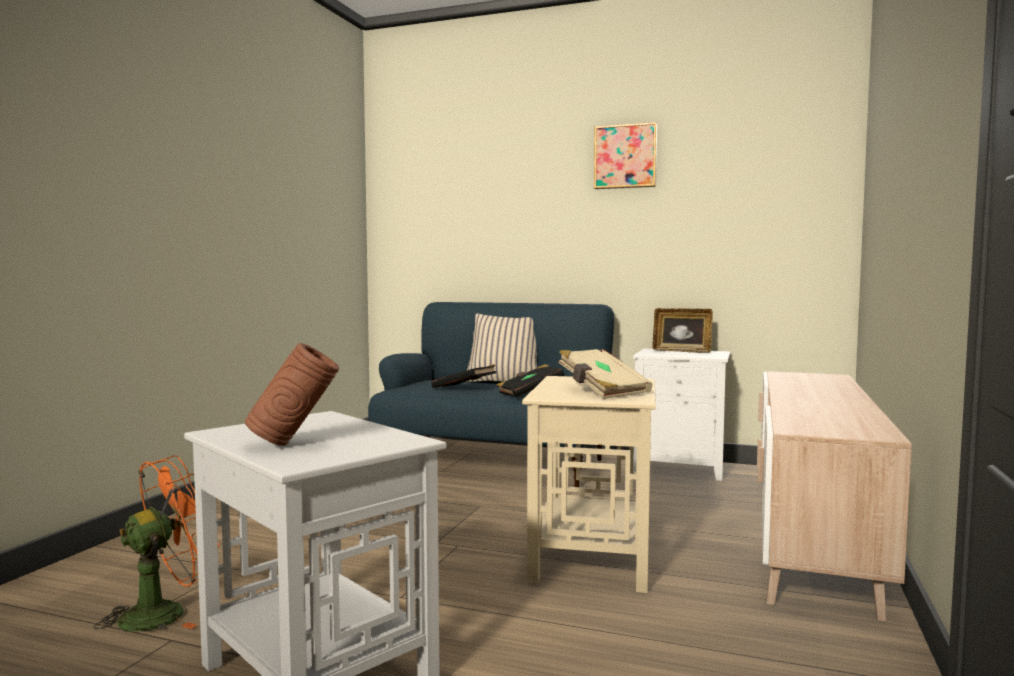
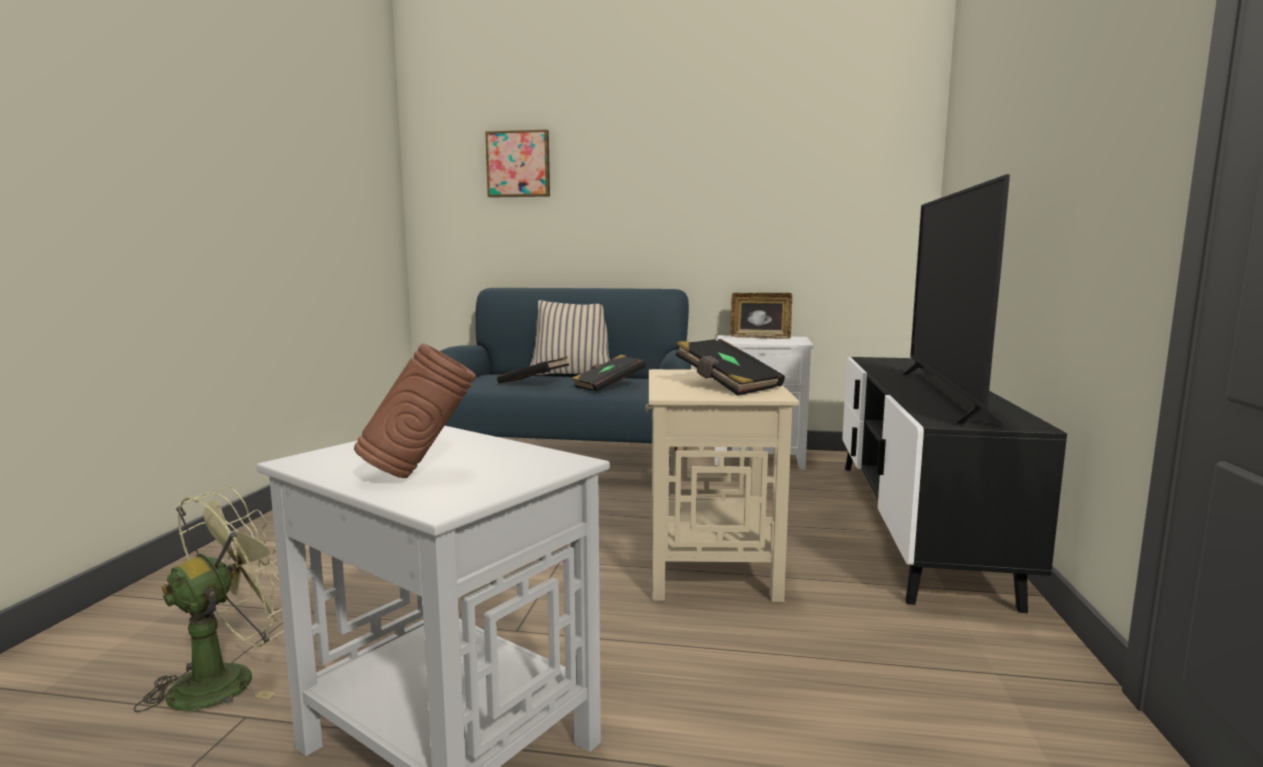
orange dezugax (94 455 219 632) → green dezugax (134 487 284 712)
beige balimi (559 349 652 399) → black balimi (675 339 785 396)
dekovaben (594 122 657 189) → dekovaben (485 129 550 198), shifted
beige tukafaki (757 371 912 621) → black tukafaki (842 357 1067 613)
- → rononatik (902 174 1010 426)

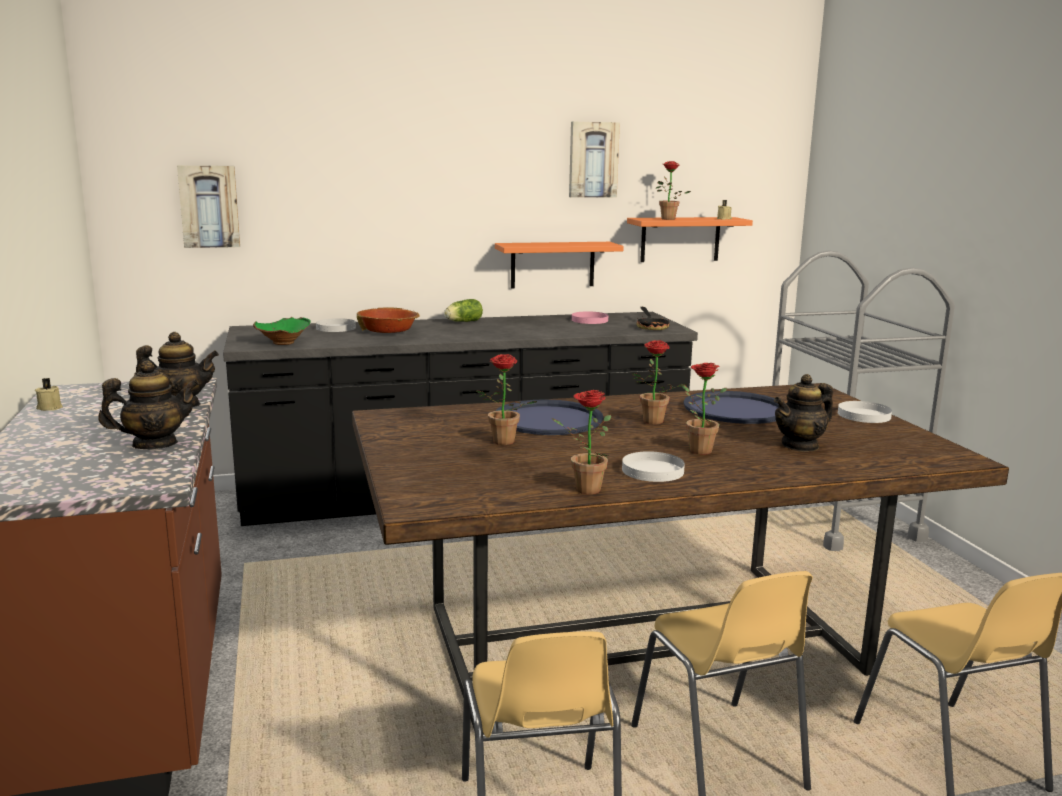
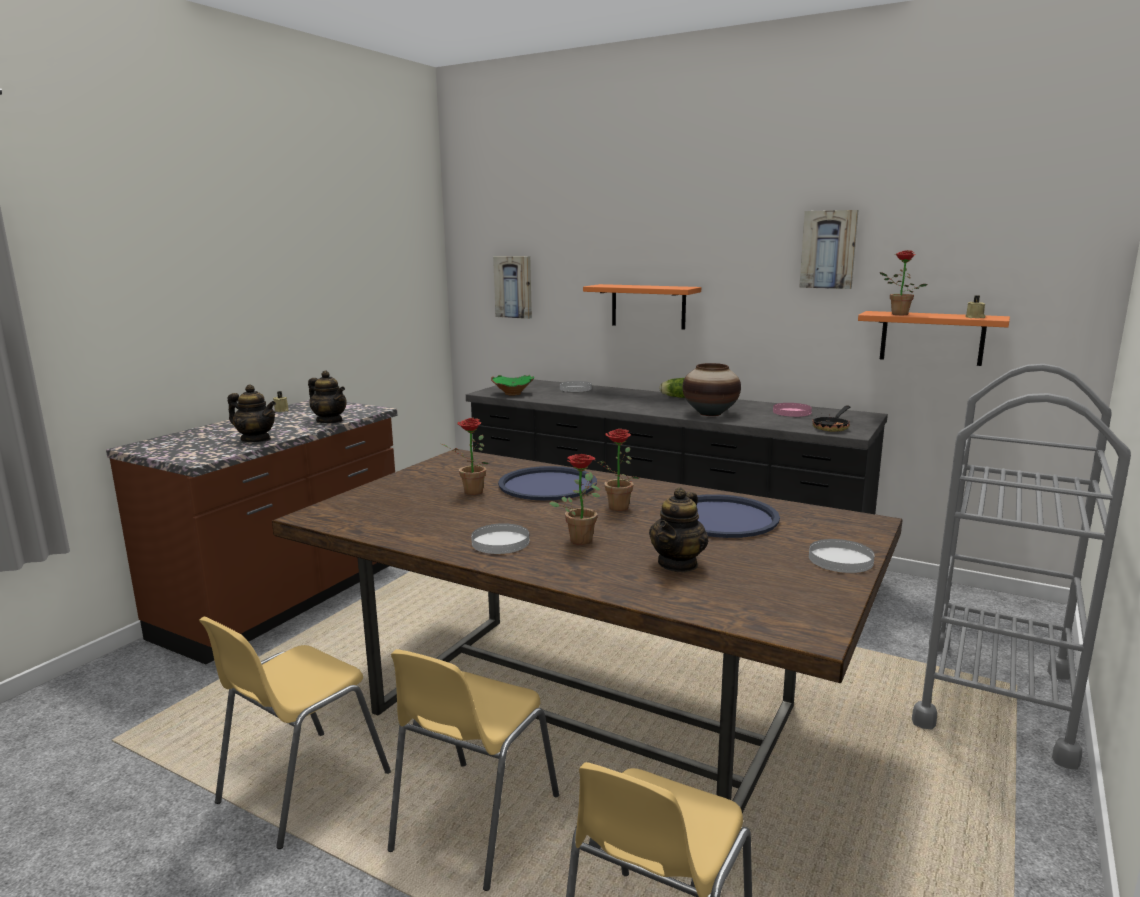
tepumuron (357 307 420 333) → -
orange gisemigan (495 242 624 288) → orange gisemigan (583 284 701 329), shifted
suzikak (552 390 611 494) → -
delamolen (774 374 833 452) → delamolen (649 487 708 573), 75 degrees counterclockwise
- → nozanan (683 363 741 416)

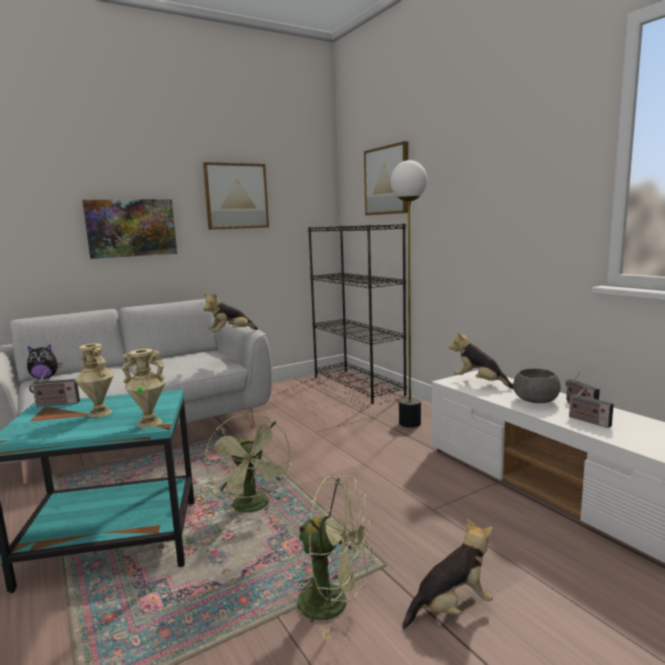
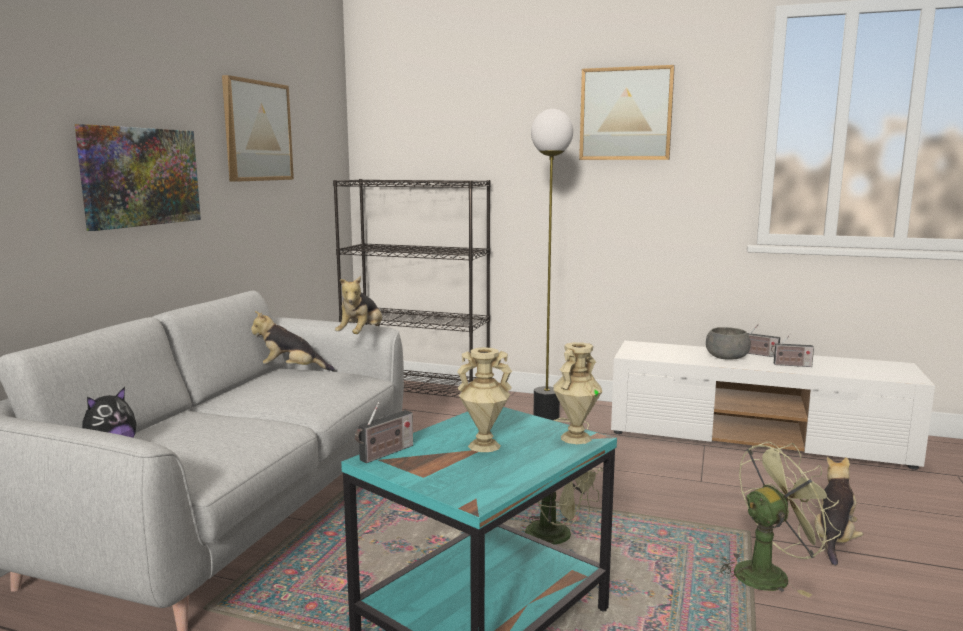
dekovaben (364 141 408 215) → dekovaben (579 65 675 160), shifted
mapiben (449 331 513 389) → mapiben (251 311 335 371), shifted

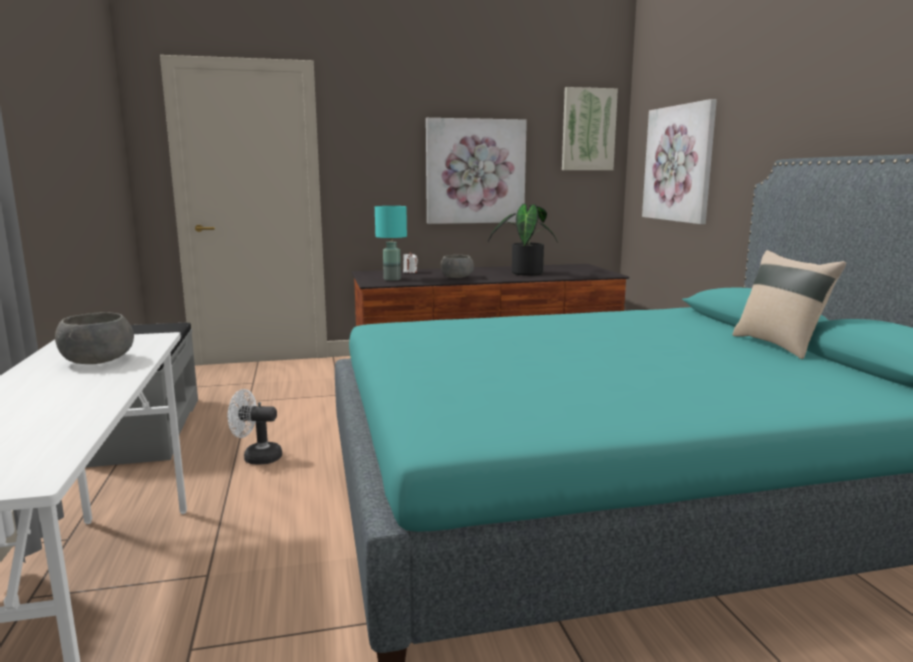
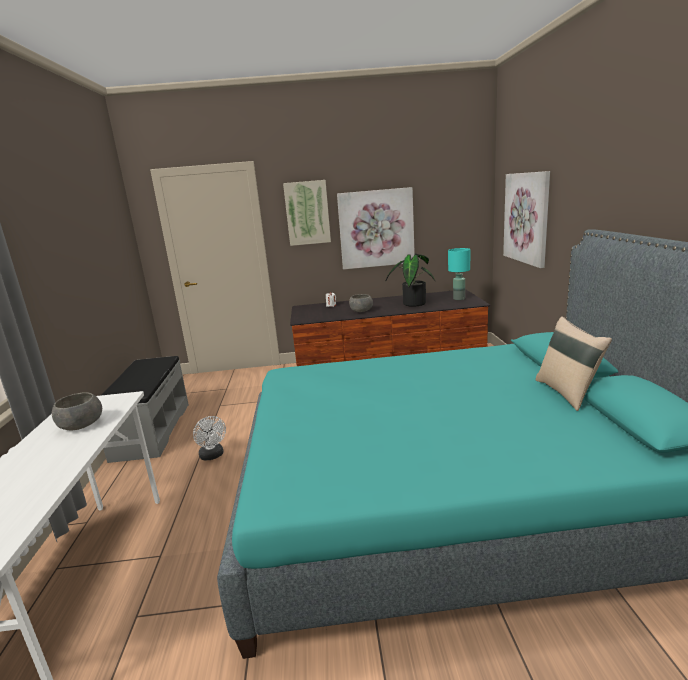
white dezugax (228 389 282 465) → white dezugax (193 416 226 460), 135 degrees counterclockwise
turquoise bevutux (375 206 407 281) → turquoise bevutux (448 248 470 300), shifted
dekovaben (562 87 618 170) → dekovaben (283 180 331 246), shifted

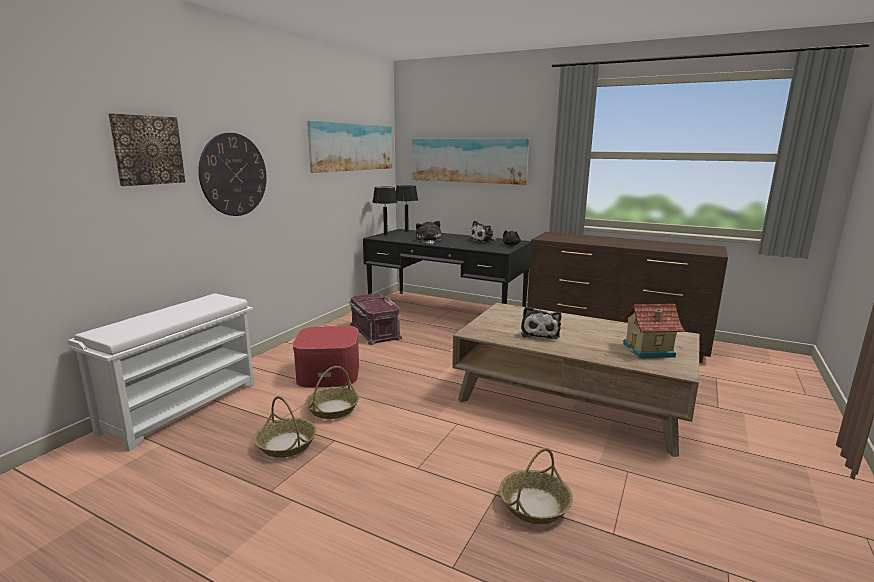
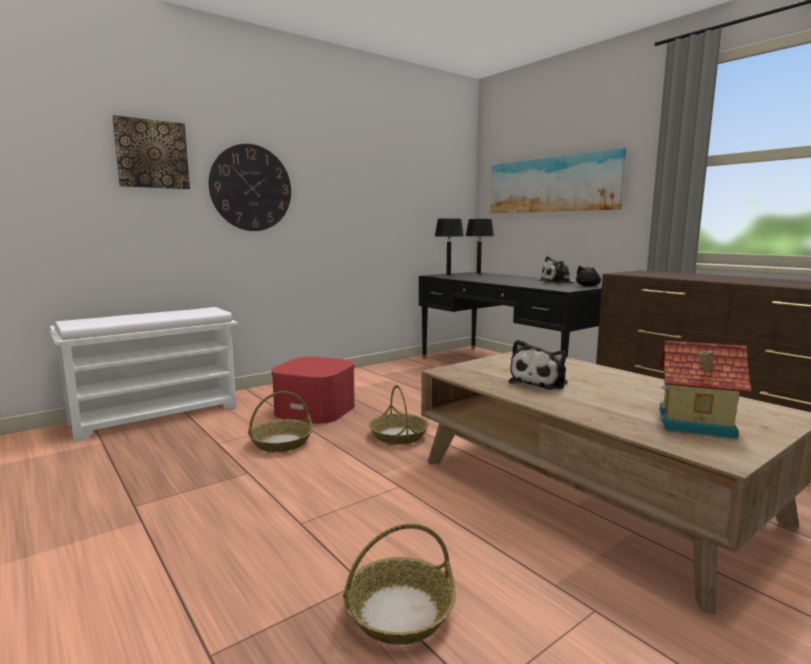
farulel (254 396 317 458) → farulel (369 385 429 444), shifted
dekovaben (307 121 392 173) → -
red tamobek (349 293 402 345) → -
mapiben (416 221 441 245) → -

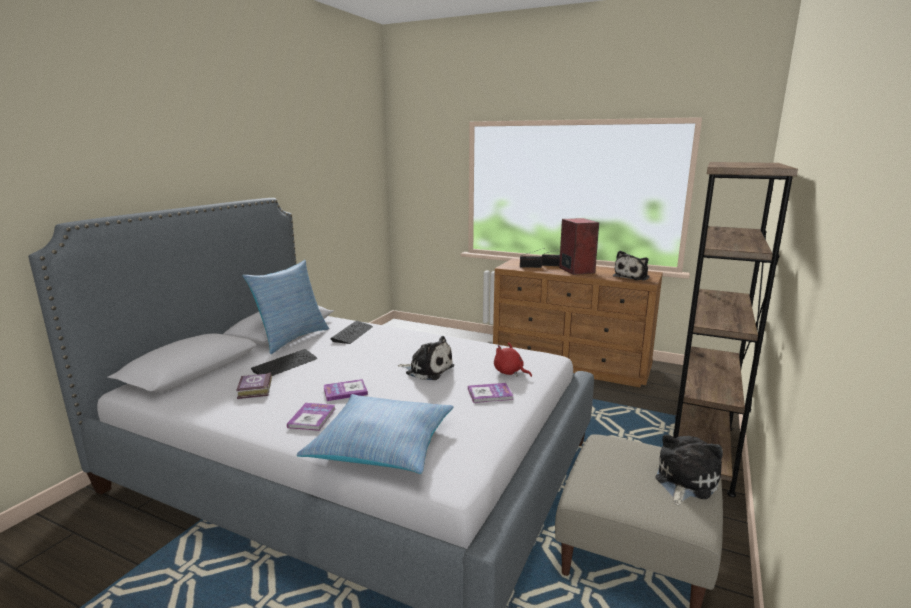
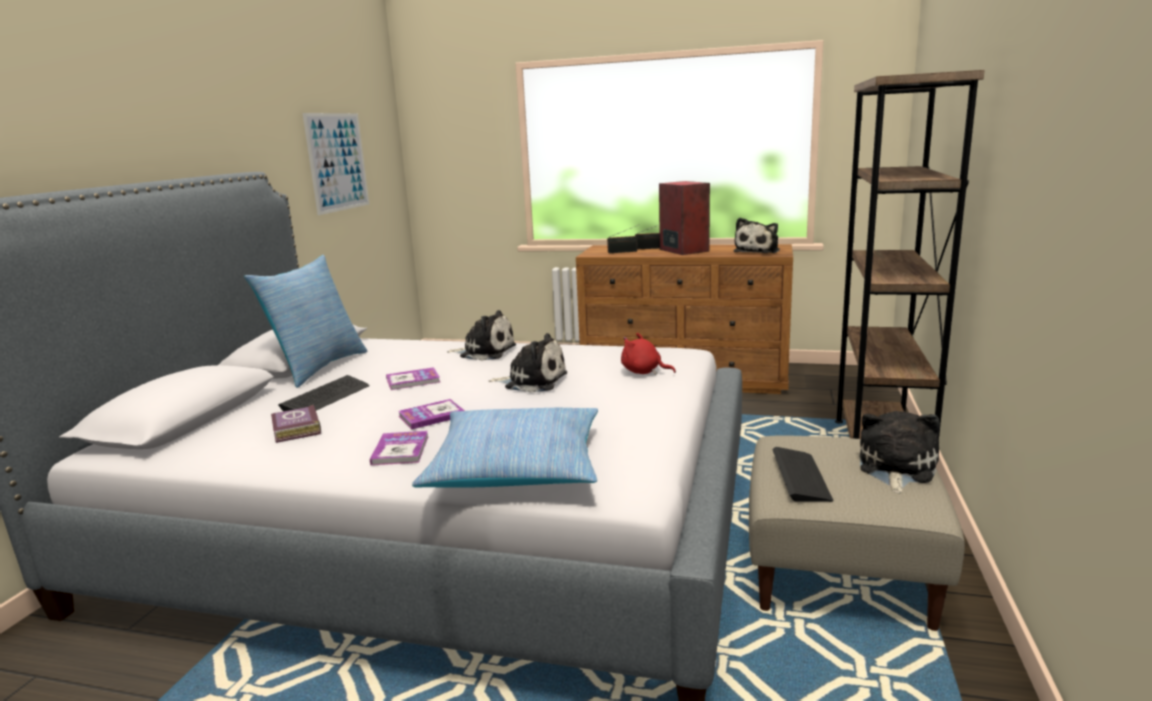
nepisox (330 321 373 344) → nepisox (772 447 834 502), shifted
balimi (468 383 513 403) → balimi (386 367 440 390), shifted
- → dekovaben (303 113 369 215)
- → mapiben (447 310 516 361)

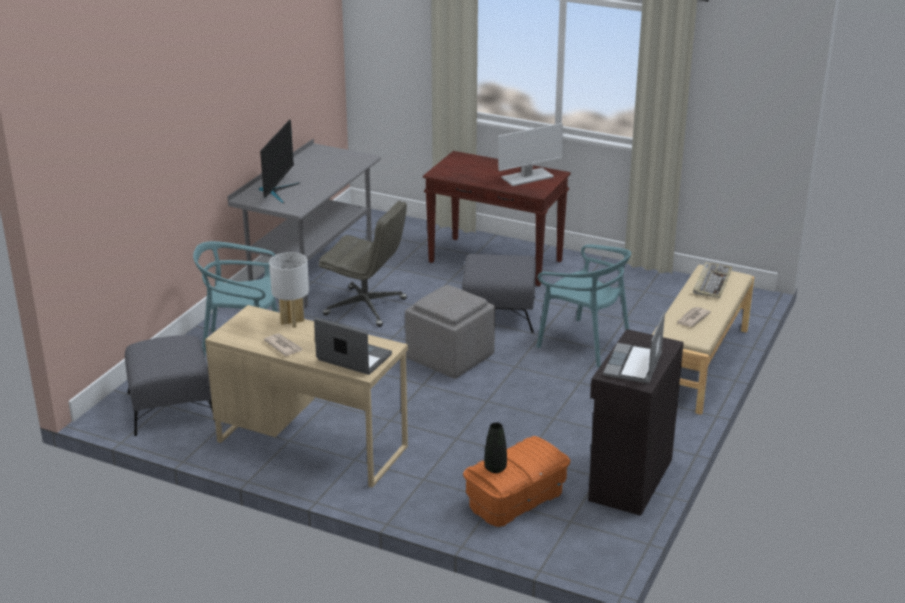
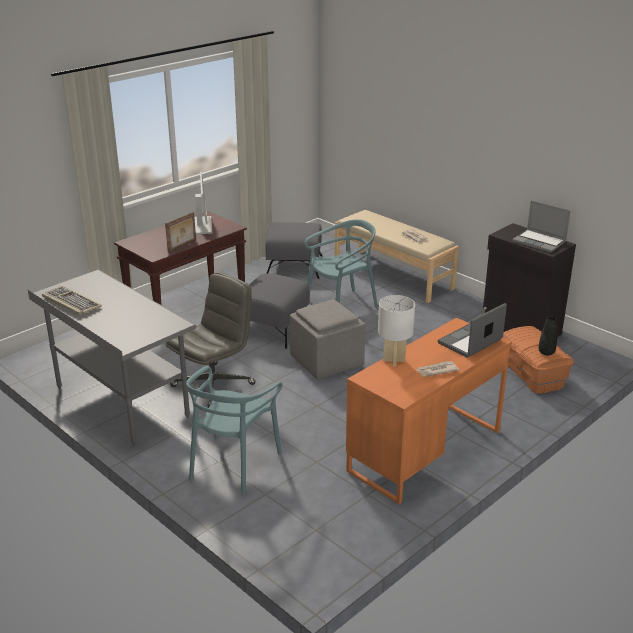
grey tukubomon (125 335 215 436) → grey tukubomon (265 222 322 279), shifted
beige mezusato (205 305 408 488) → orange mezusato (346 318 512 504)
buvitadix (259 120 301 203) → -
nepisox (693 262 732 298) → nepisox (42 286 102 316), shifted
- → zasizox (165 212 196 253)

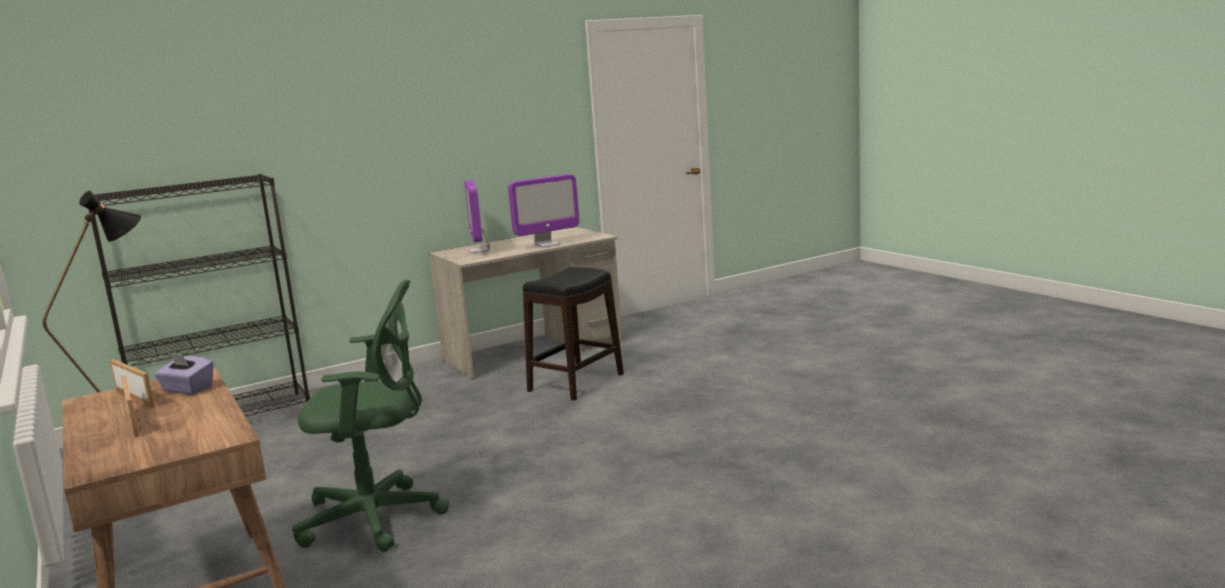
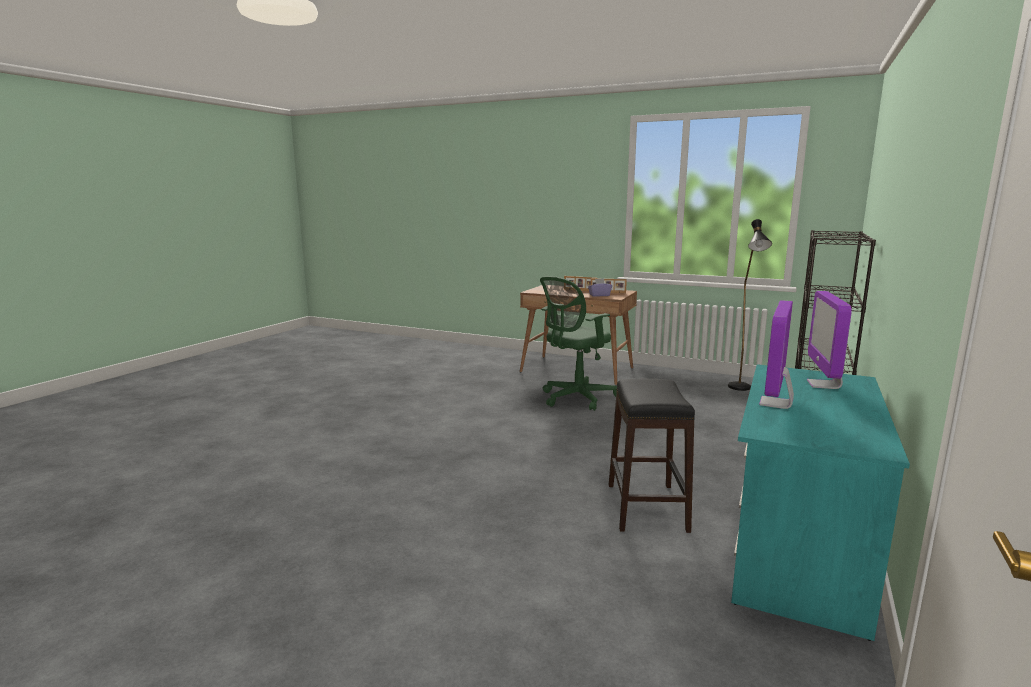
beige mezusato (428 227 622 380) → turquoise mezusato (731 364 910 641)
buvitadix (464 180 490 253) → buvitadix (807 291 852 389), 120 degrees counterclockwise

